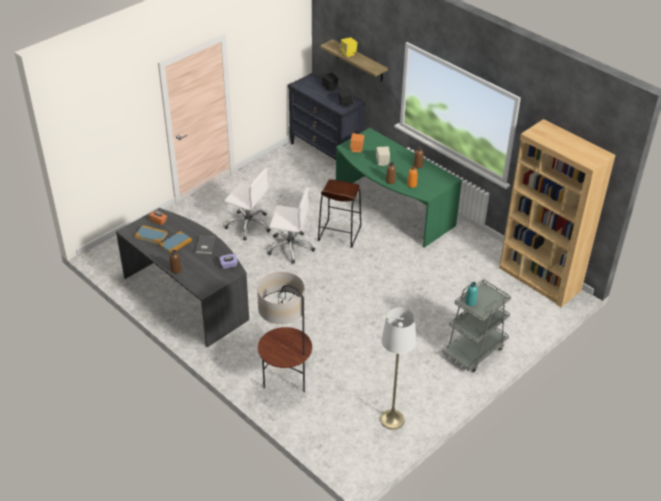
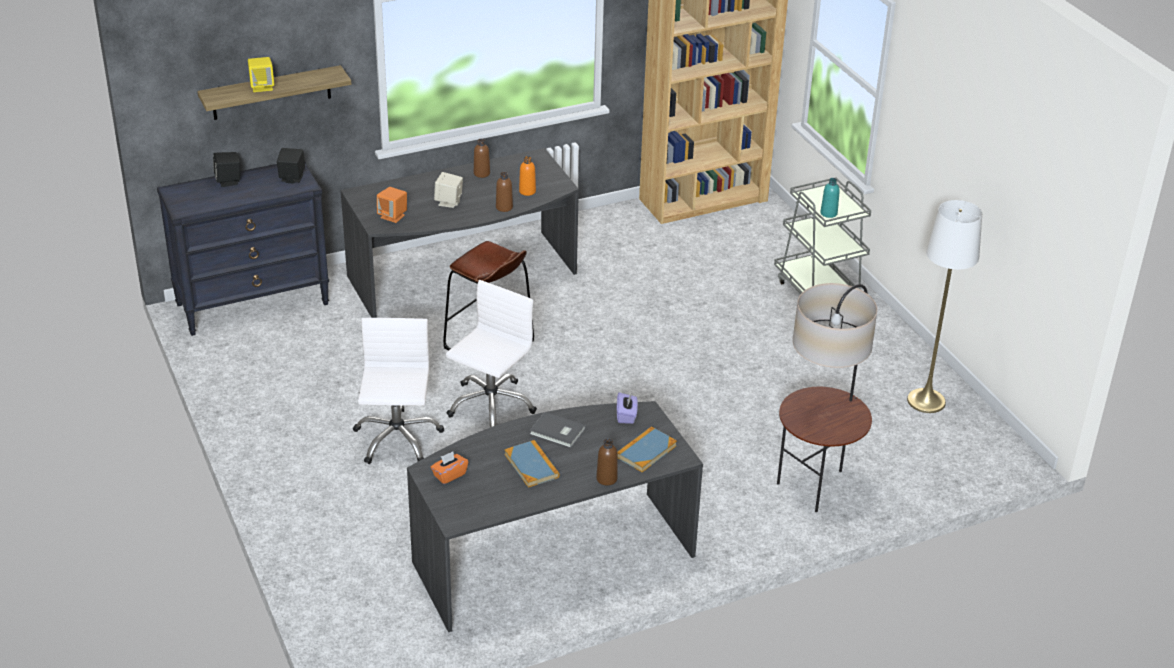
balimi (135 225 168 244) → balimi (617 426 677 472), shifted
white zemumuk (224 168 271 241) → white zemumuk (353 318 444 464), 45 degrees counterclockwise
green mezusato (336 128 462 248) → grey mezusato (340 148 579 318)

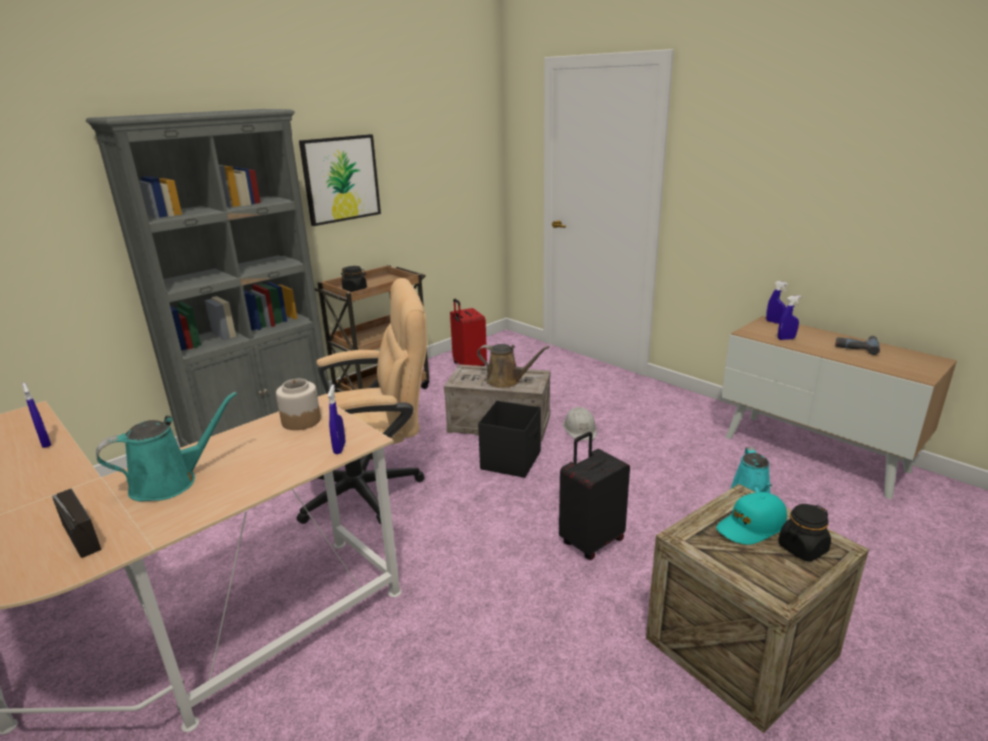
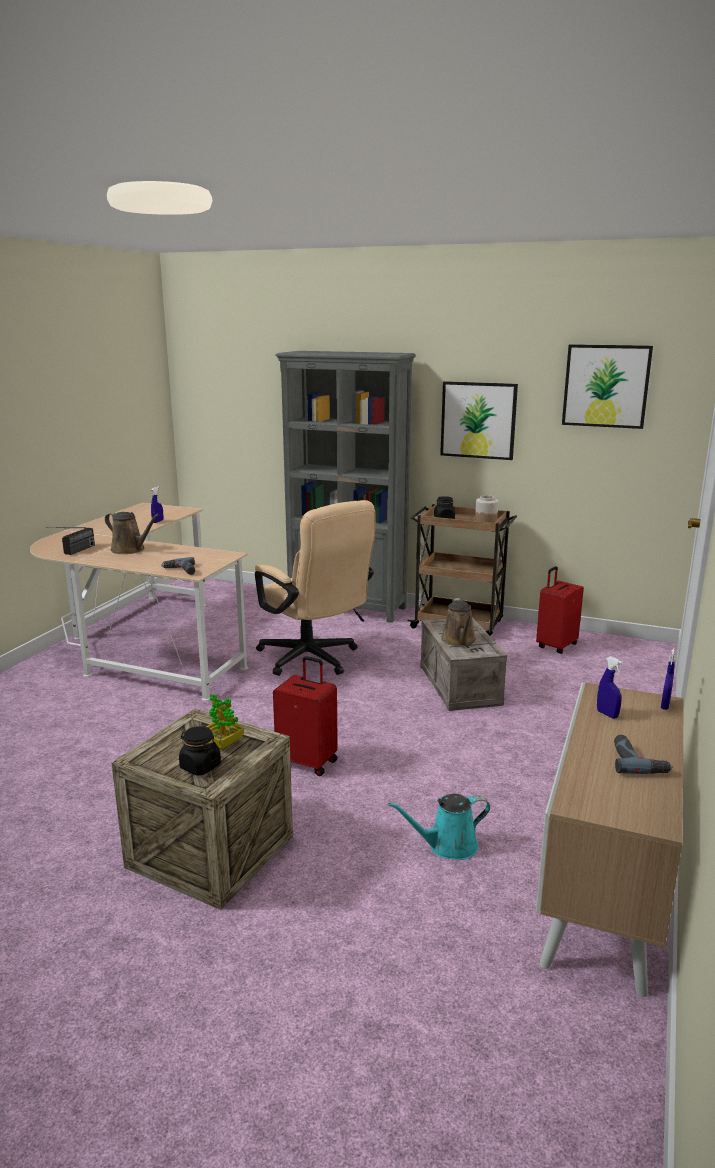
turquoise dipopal (96 392 237 501) → brown dipopal (105 512 159 554)
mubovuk (276 379 321 430) → mubovuk (475 495 498 523), shifted
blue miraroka (327 384 345 454) → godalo (161 557 195 575)
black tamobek (478 401 541 478) → -
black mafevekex (559 432 630 560) → red mafevekex (273 656 338 776)
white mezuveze (563 407 597 440) → -
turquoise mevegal (716 492 787 545) → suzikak (206 694 244 749)
- → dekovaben (562 344 653 429)

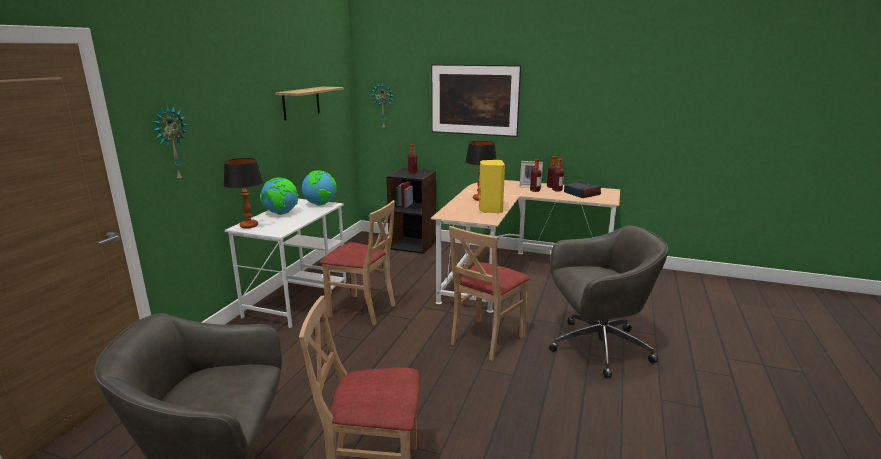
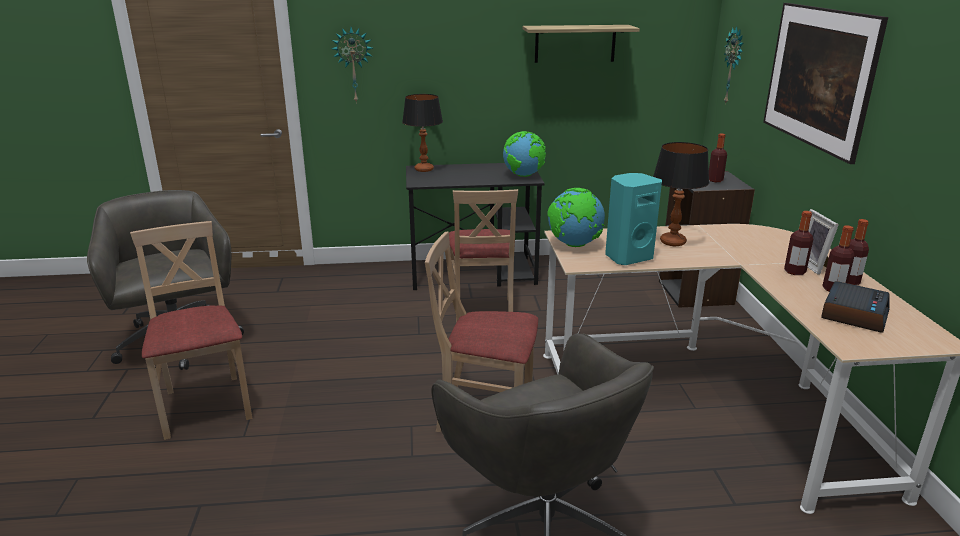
white mezusato (225 199 346 328) → black mezusato (406 163 544 290)
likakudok (260 178 299 215) → likakudok (547 188 605 247), shifted
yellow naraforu (479 160 505 213) → turquoise naraforu (605 173 662 265)

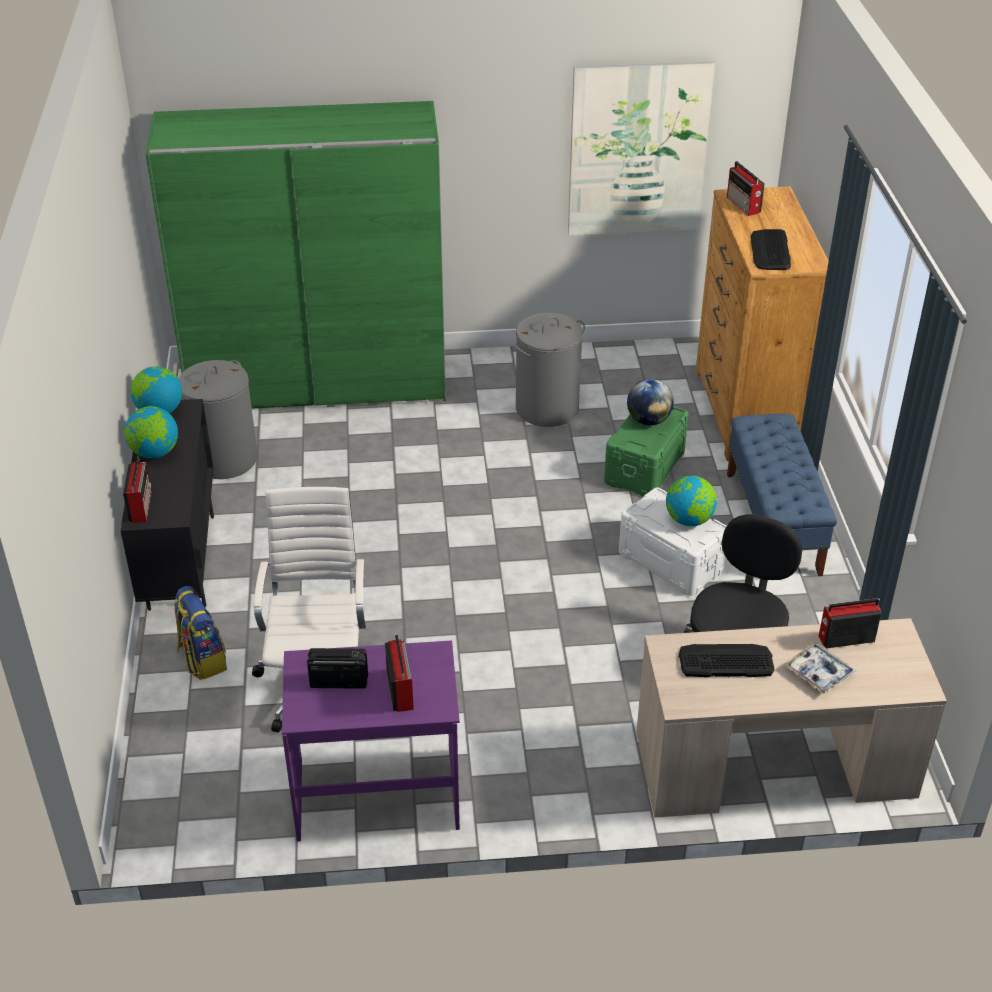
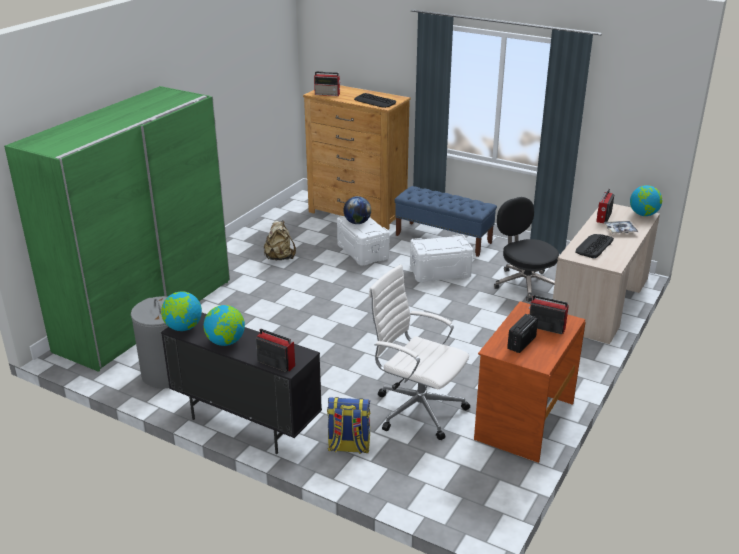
purple mezusato (282 640 460 842) → brown mezusato (474 301 586 463)
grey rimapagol (514 313 585 427) → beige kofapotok (264 220 296 260)
dekovaben (568 61 715 236) → -
green tamobek (604 407 689 496) → white tamobek (337 216 390 266)
likakudok (666 476 717 526) → likakudok (630 185 662 216), shifted

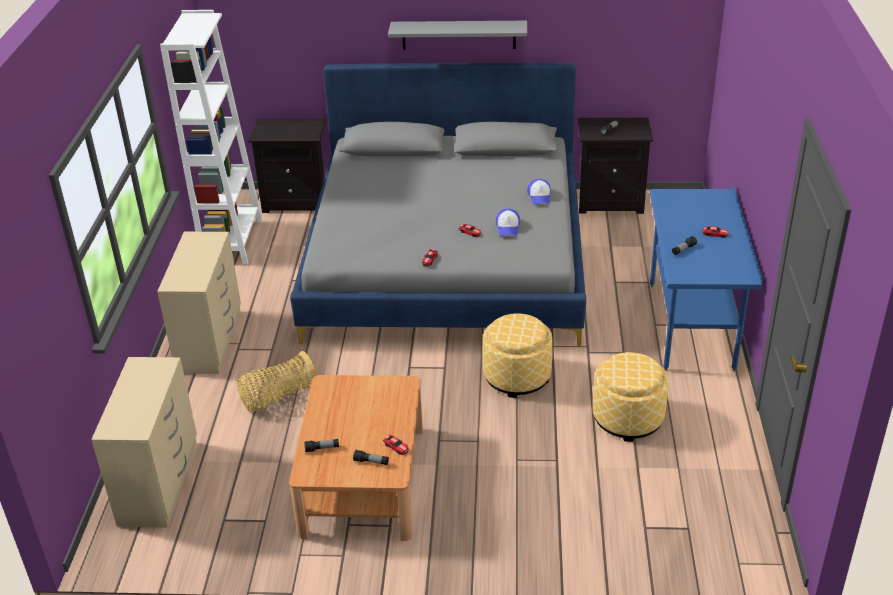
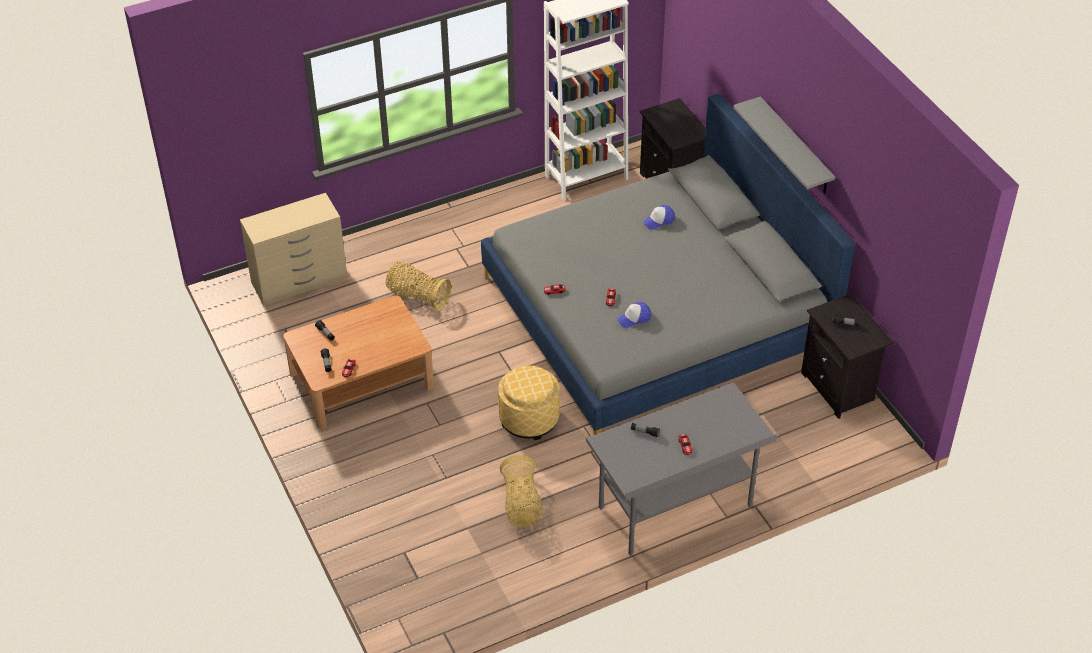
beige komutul (157 232 241 374) → -
mevegal (527 179 551 205) → mevegal (643 205 675 230), shifted
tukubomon (593 352 669 442) → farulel (500 455 542 527)
blue mezusato (649 184 763 371) → grey mezusato (586 382 777 556)

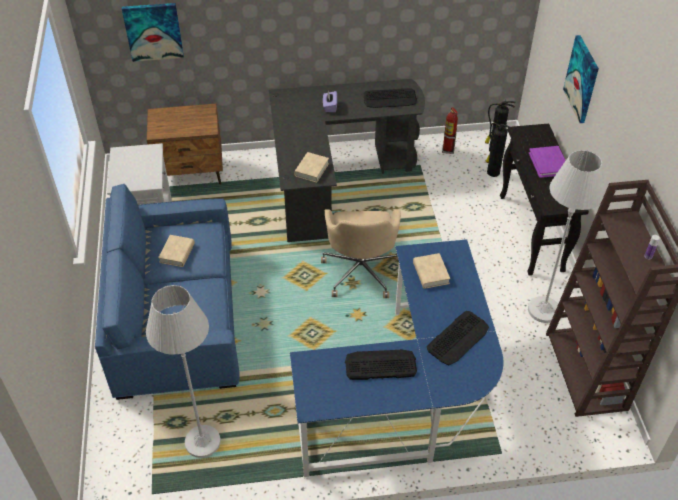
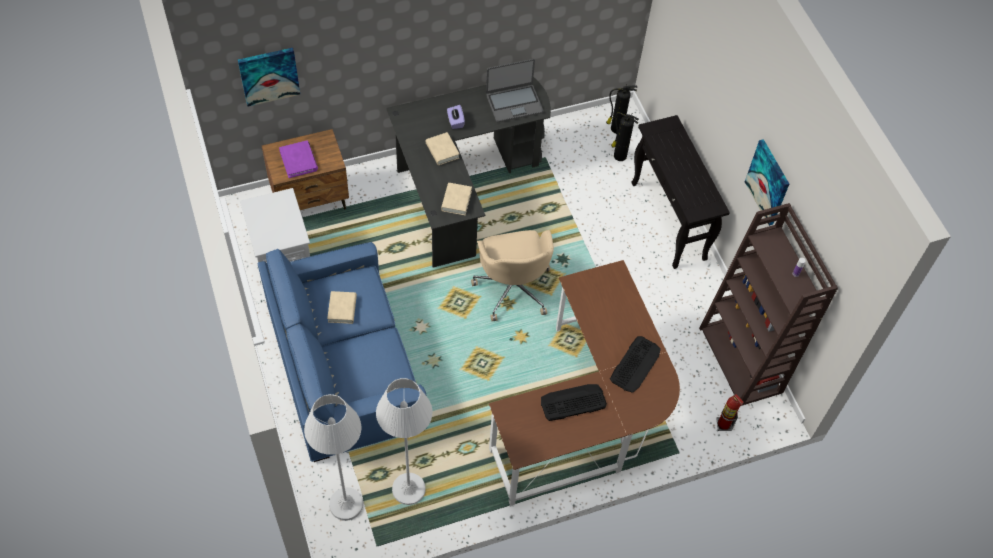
blue mezusato (290 239 504 479) → brown mezusato (489 260 680 507)
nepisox (363 88 417 108) → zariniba (486 59 544 123)
beige balimi (413 253 450 289) → beige balimi (426 132 460 165), shifted
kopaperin (442 107 458 154) → kopaperin (717 394 744 431), shifted
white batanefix (528 150 605 323) → white batanefix (304 394 363 521), shifted
purple balimi (529 146 566 178) → purple balimi (279 140 318 178), shifted
dekovaben (563 35 599 123) → dekovaben (745 139 789 226), shifted

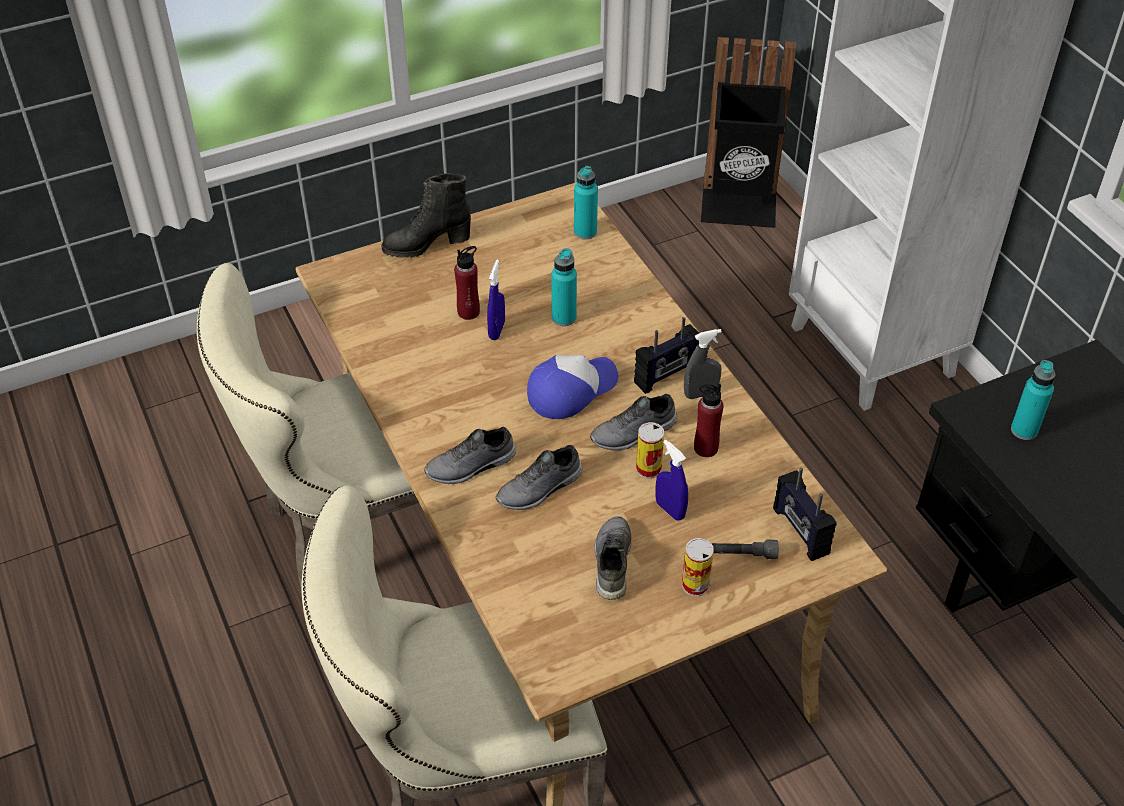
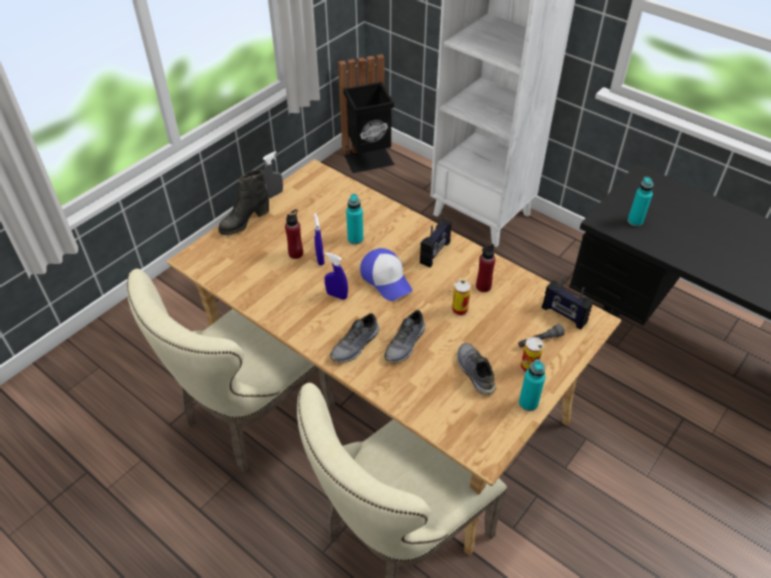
mevegal (527 355 619 419) → mevegal (360 248 412 301), 120 degrees clockwise
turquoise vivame (574 166 598 239) → turquoise vivame (519 359 546 411), shifted
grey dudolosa (590 394 678 451) → -
blue miraroka (655 440 688 521) → blue miraroka (325 252 348 300), shifted
grey miraroka (684 329 722 399) → grey miraroka (263 151 283 198), shifted

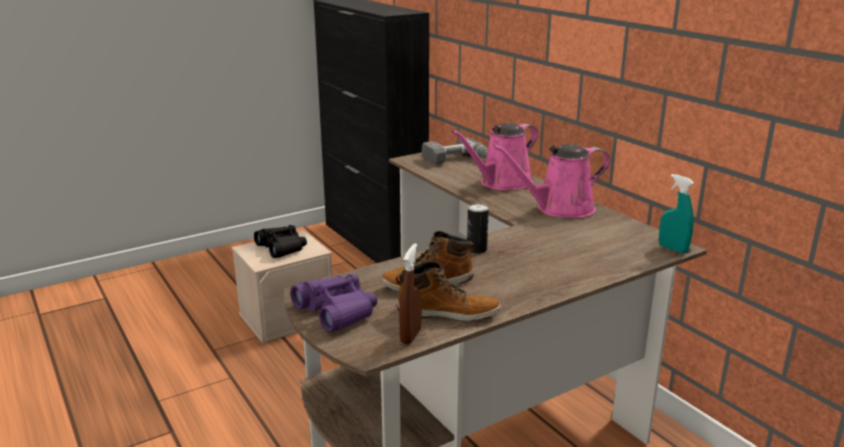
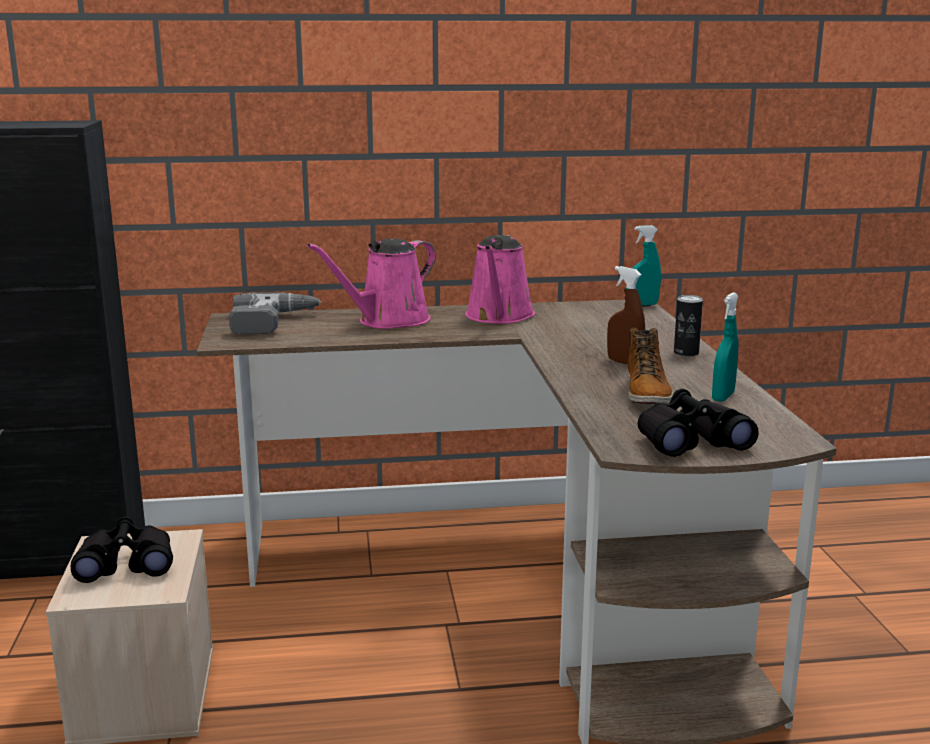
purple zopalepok (290 274 377 332) → black zopalepok (637 389 759 457)
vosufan (396 262 501 322) → turquoise miraroka (712 292 739 402)
brown miraroka (399 243 422 344) → brown miraroka (607 266 645 364), shifted
pink dipopal (451 123 538 190) → pink dipopal (307 239 436 329), 60 degrees clockwise
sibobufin (467 203 489 254) → sibobufin (674 295 703 357), shifted

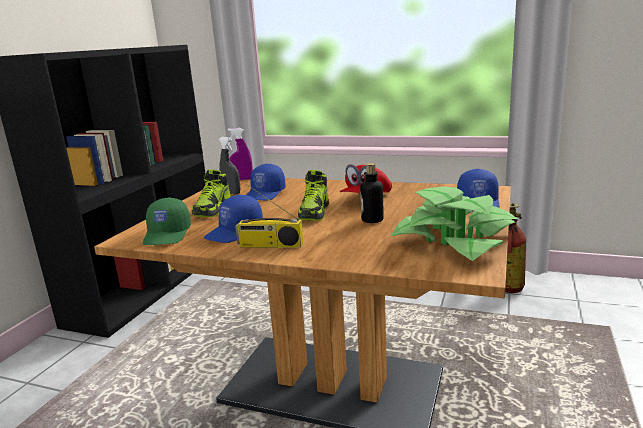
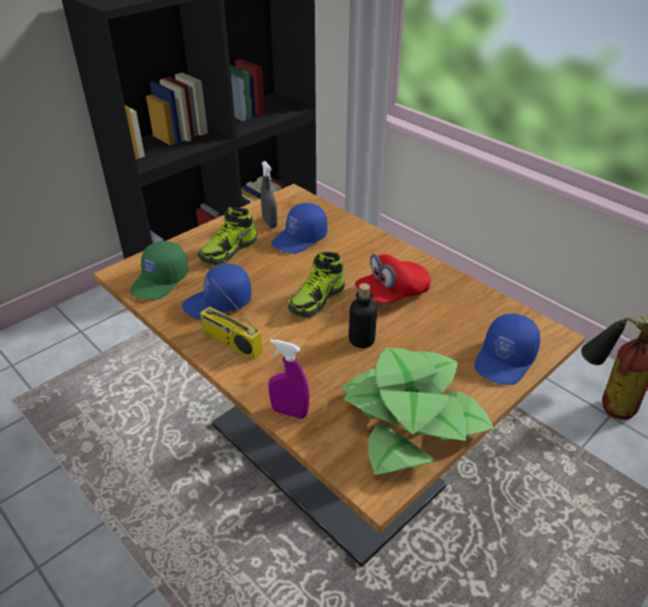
purple miraroka (227 128 253 180) → purple miraroka (268 339 309 419), shifted

